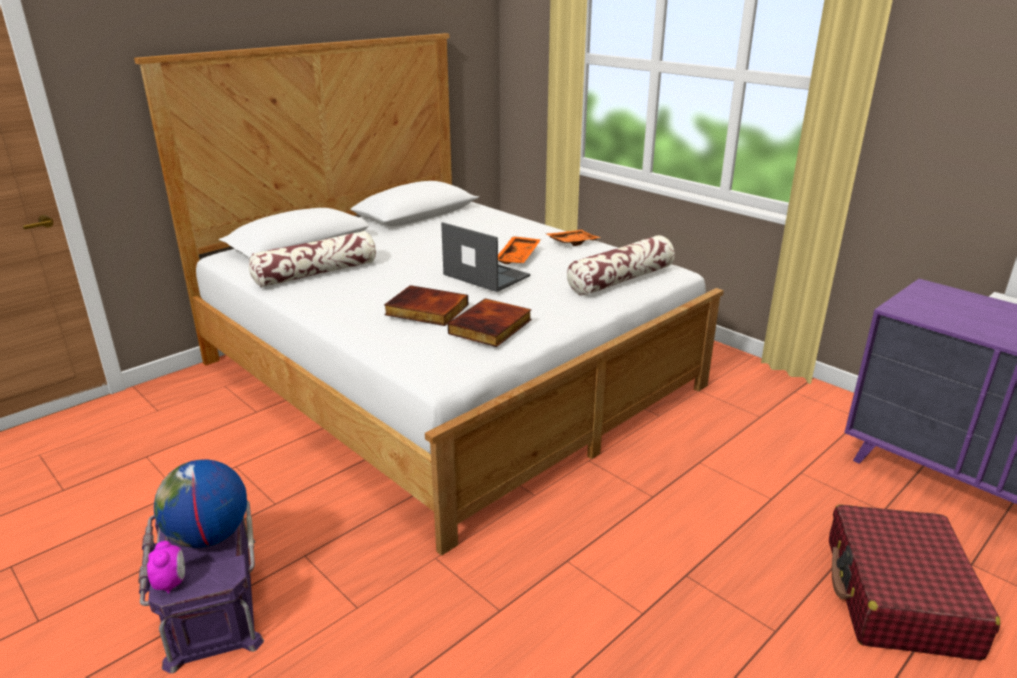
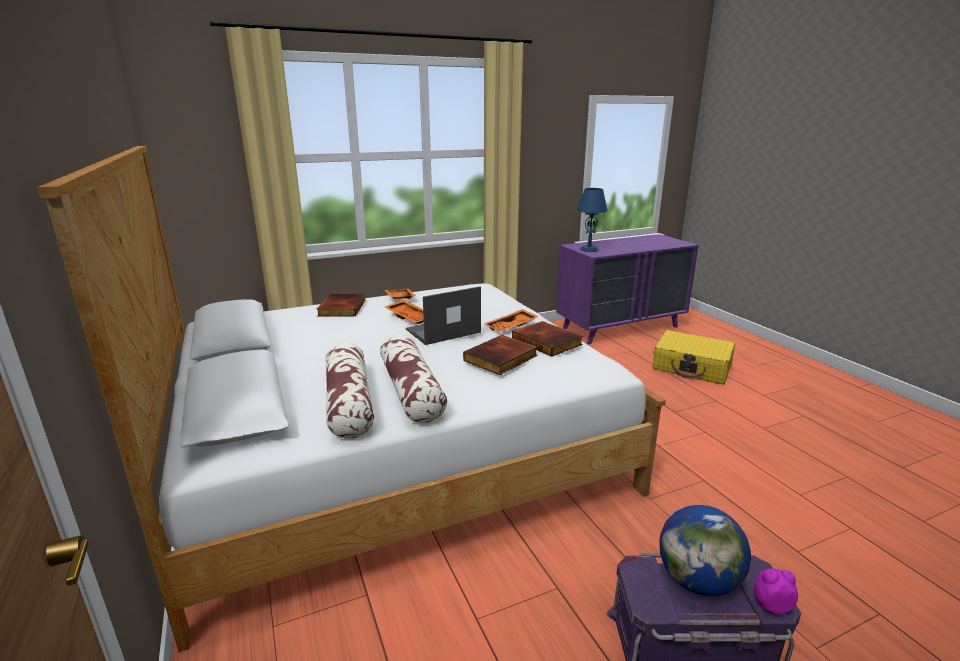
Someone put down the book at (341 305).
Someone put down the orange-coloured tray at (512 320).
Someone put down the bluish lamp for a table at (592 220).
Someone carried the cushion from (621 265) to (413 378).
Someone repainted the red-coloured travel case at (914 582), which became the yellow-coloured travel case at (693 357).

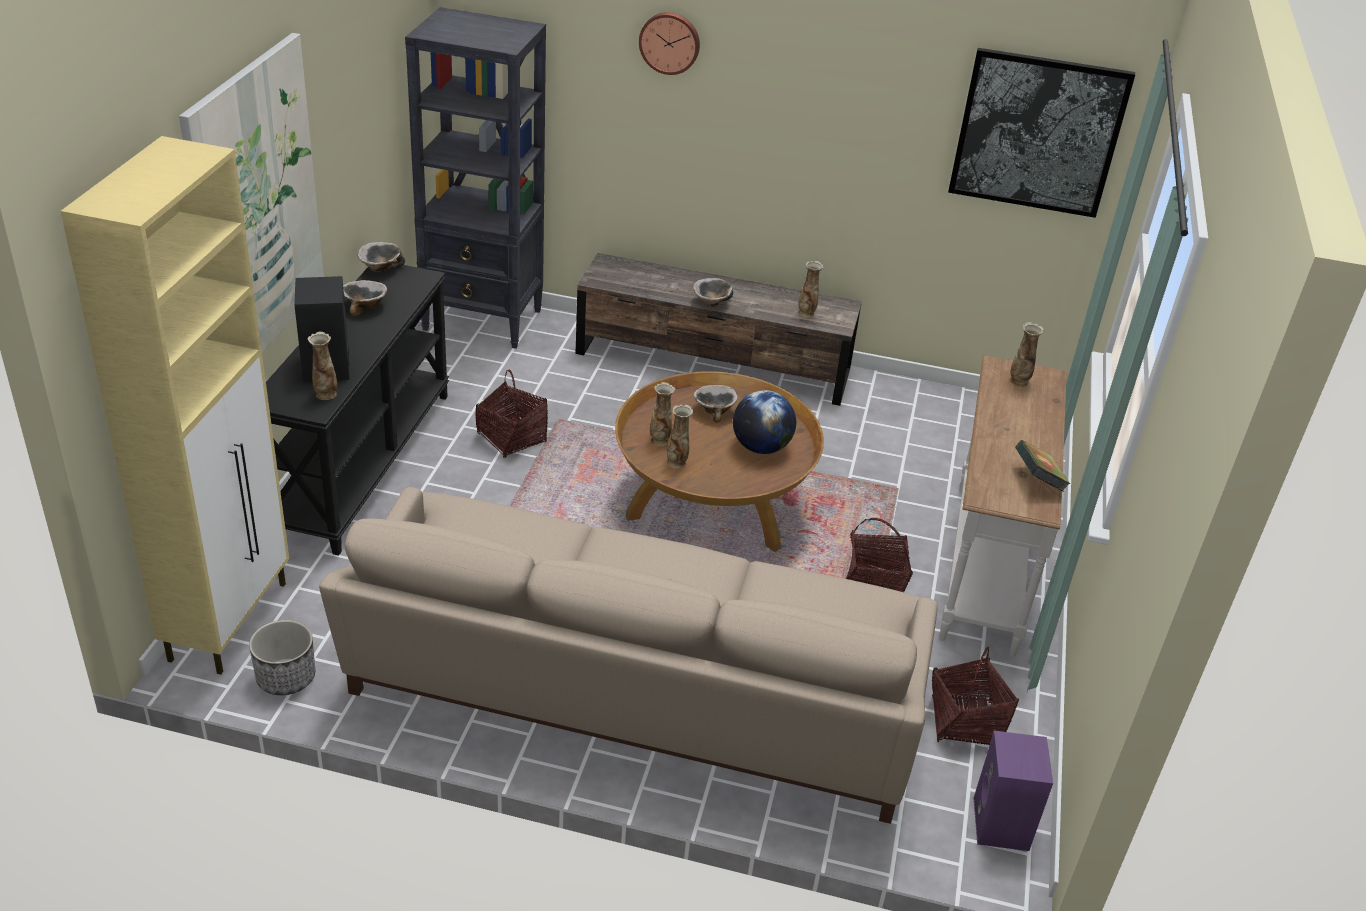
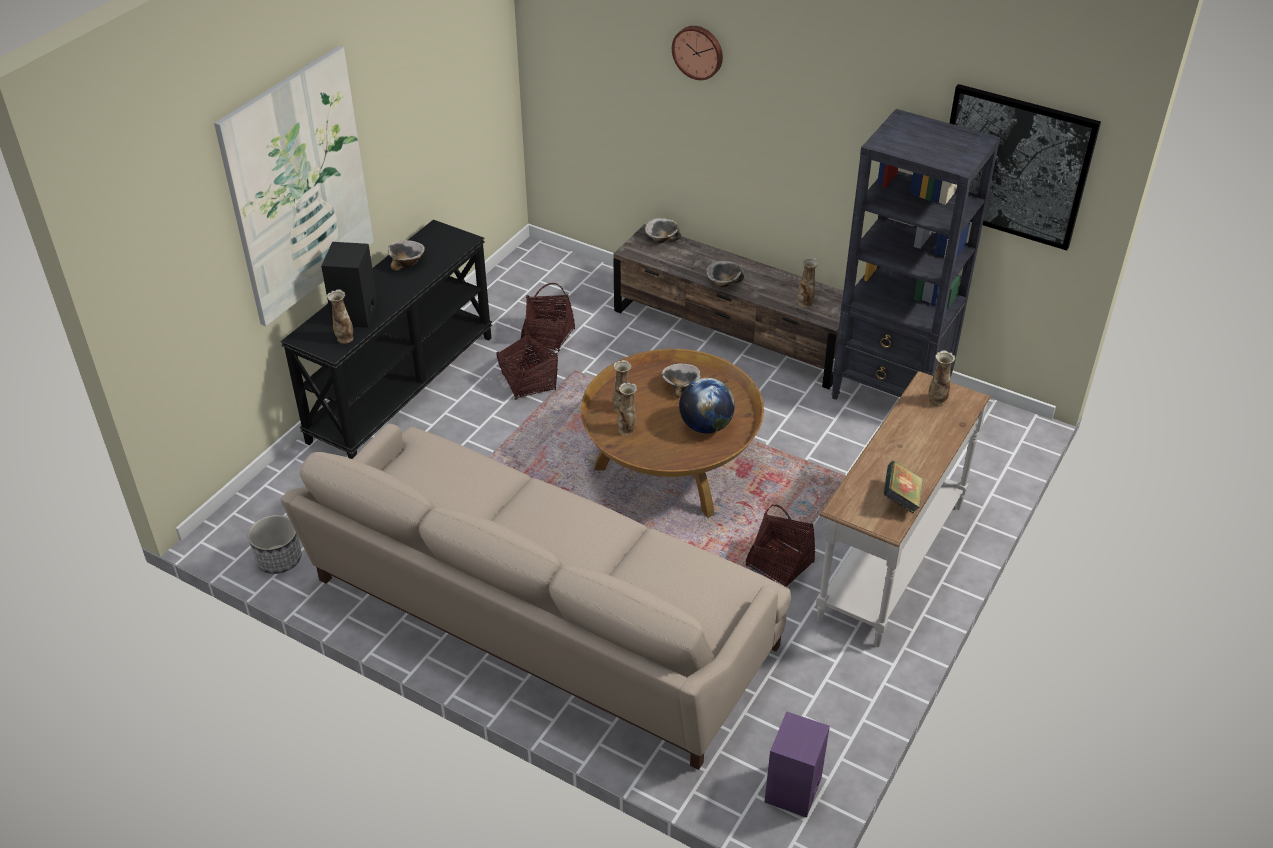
Someone took away the sand-coloured cupboard at (175 405).
Someone carried the deep dish from (381 257) to (663 230).
Someone carried the black-coloured shelving unit from (475 178) to (916 254).
Someone carried the household basket from (975 696) to (548 317).

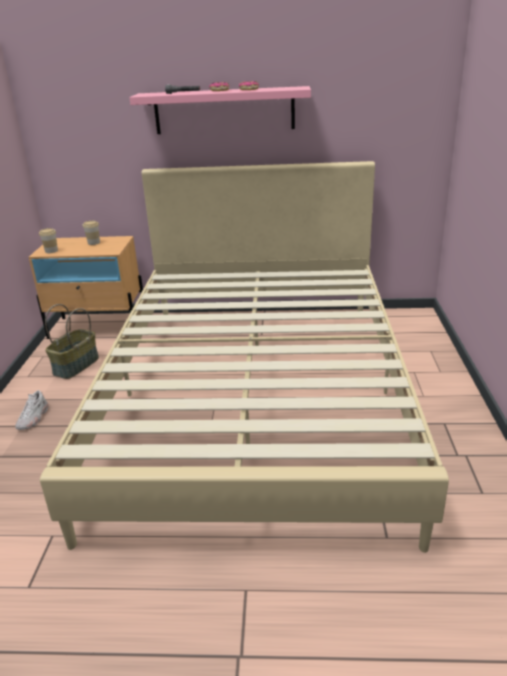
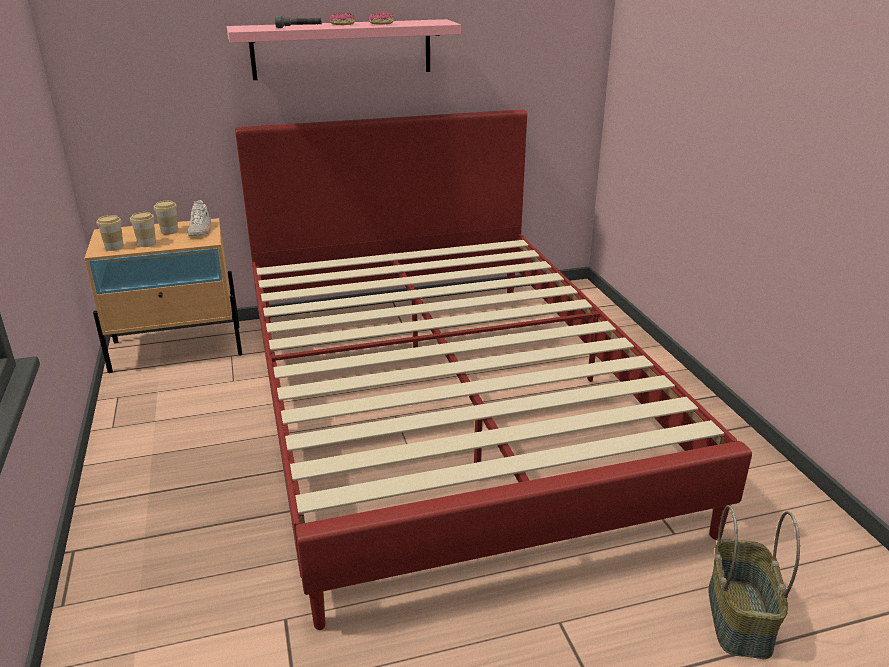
Someone put down the cup at (143 229).
Someone carried the white low shoe from (32 410) to (199 218).
Someone carried the household basket from (72 341) to (754 582).
Someone repainted the sand-coloured sleeping bed at (244 357), which became the red-coloured sleeping bed at (493 369).

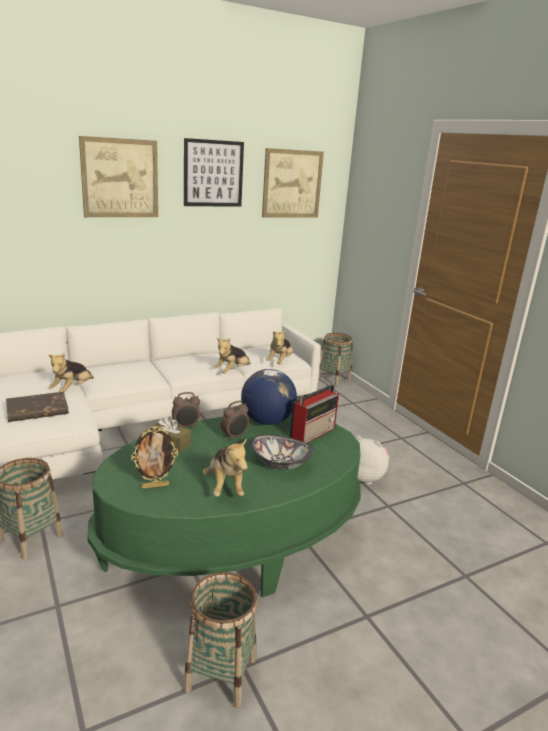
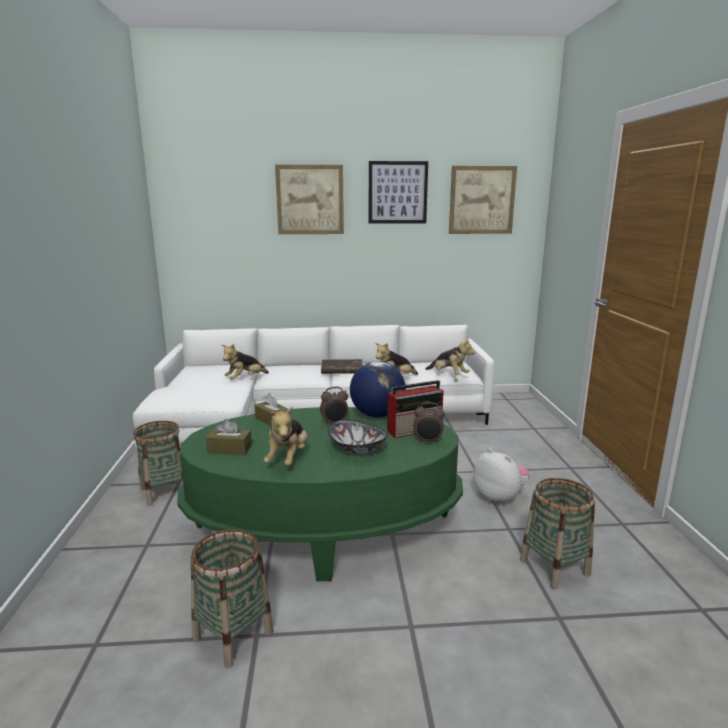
Someone carried the brownish book from (37 407) to (342 366).
Someone carried the bedside clock from (186 410) to (429 422).
Someone carried the household basket from (335 359) to (557 533).
Someone swapped the photo frame at (154 457) for the brownish tissue holder at (229 437).
Someone rotated the cuddly toy at (279 347) by 90 degrees counterclockwise.

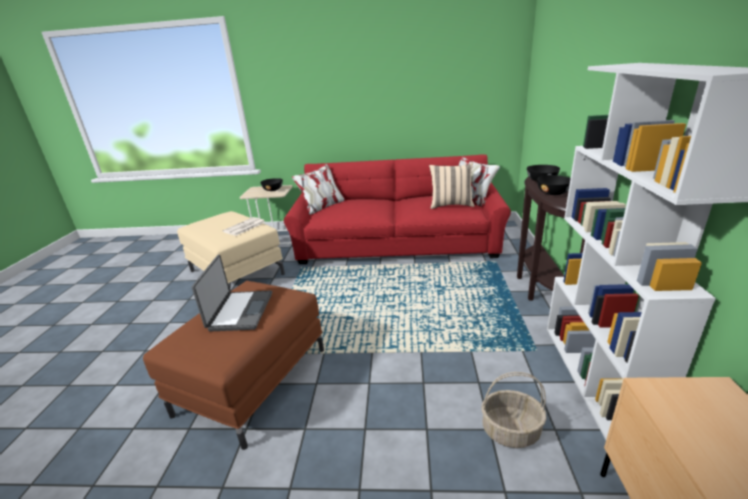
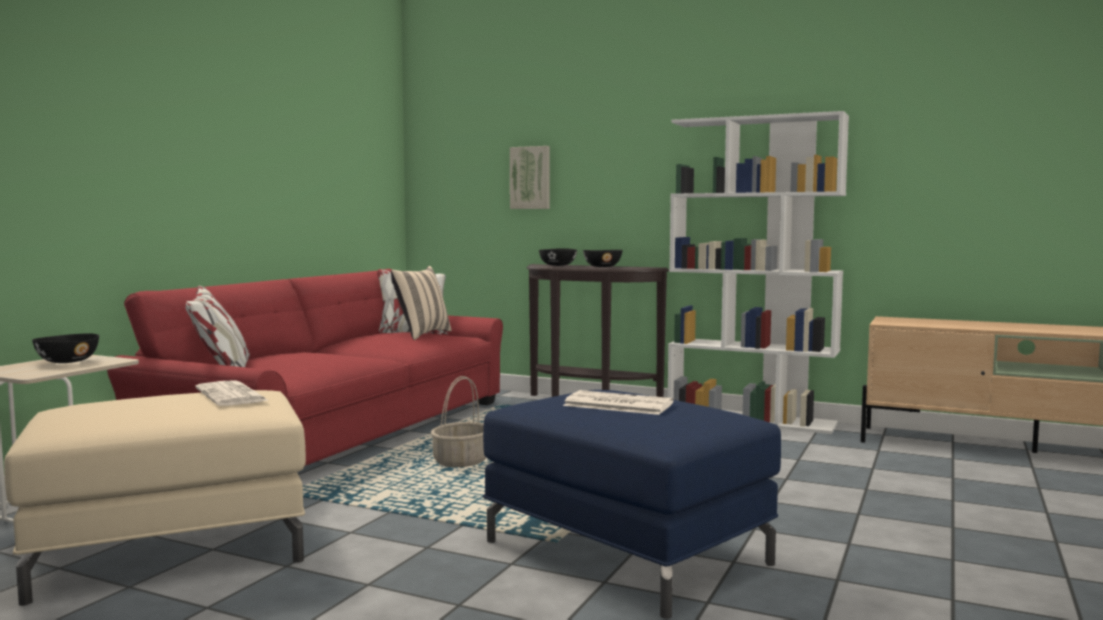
Someone put up the wall art at (530 177).
Someone carried the household basket from (514 410) to (458 421).
Someone swapped the notebook computer at (232 293) for the daily paper at (618 402).
Someone repainted the brownish ottoman at (233 365), which became the bluish ottoman at (632 504).

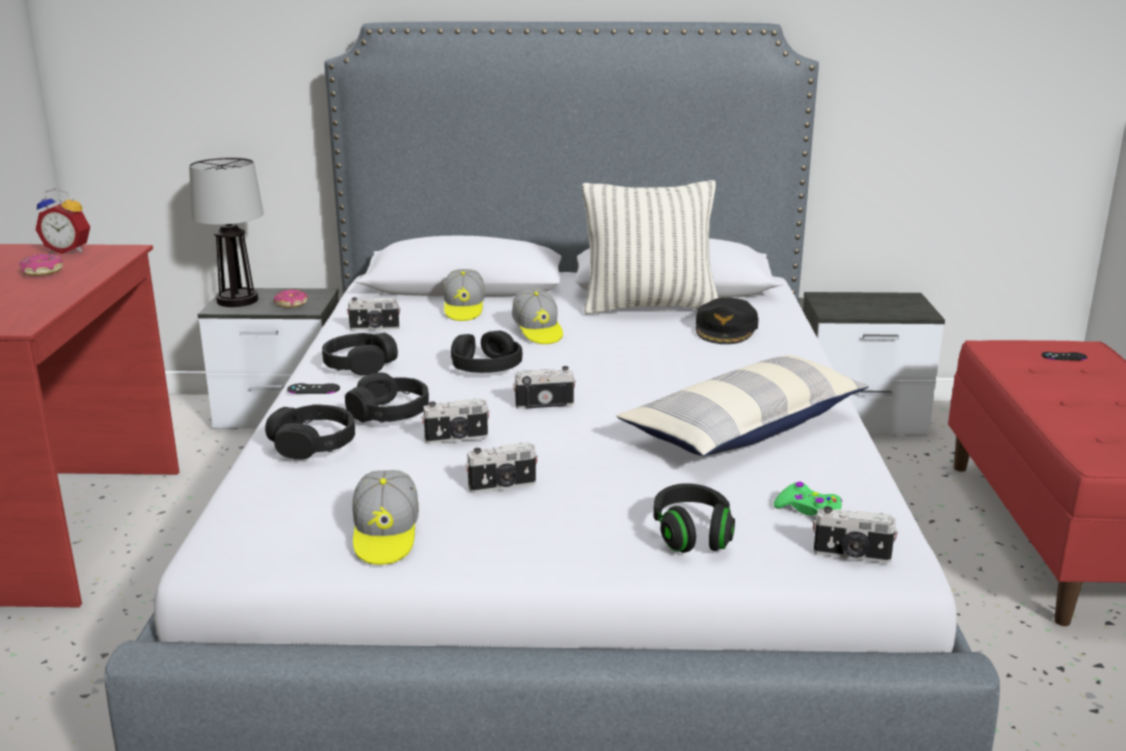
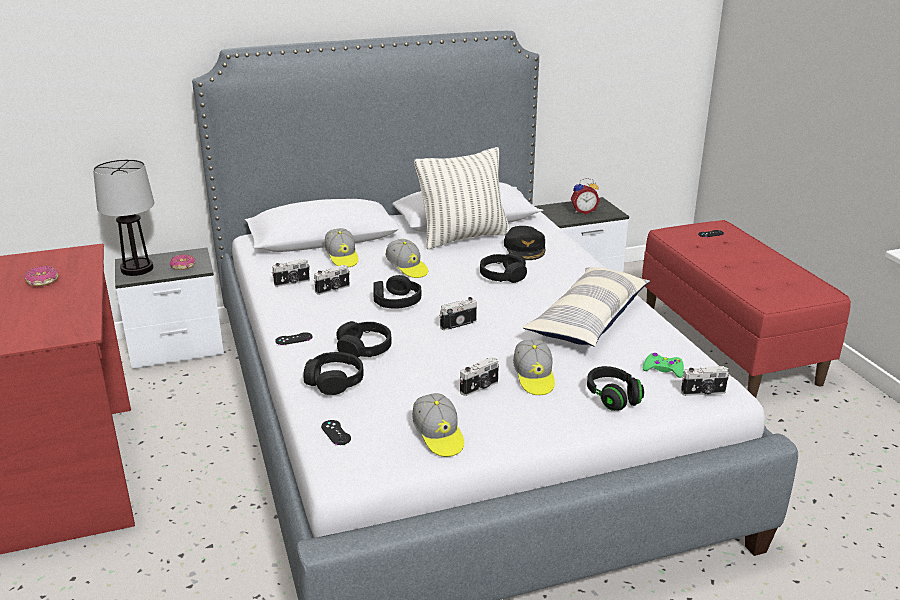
Someone put down the black-coloured joypad at (336 432).
Someone put down the cap at (534 367).
Someone carried the bedside clock from (62 221) to (585 196).
Someone carried the black-coloured headphones from (360 354) to (503 268).
Someone carried the still camera from (455 421) to (332 280).

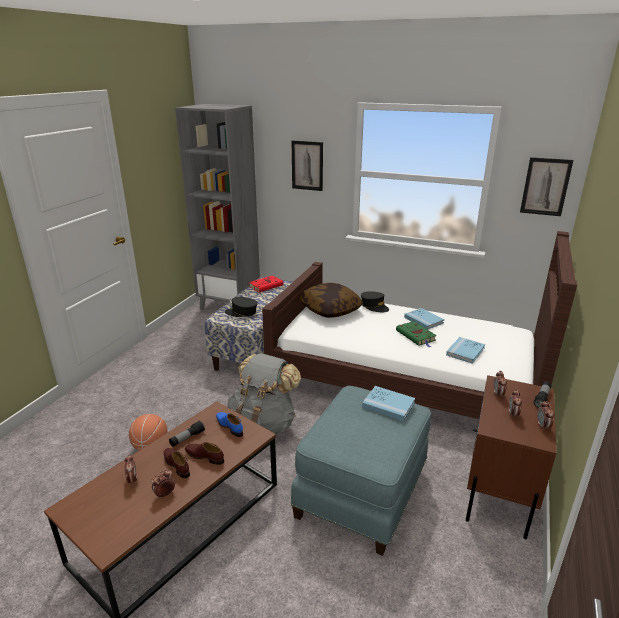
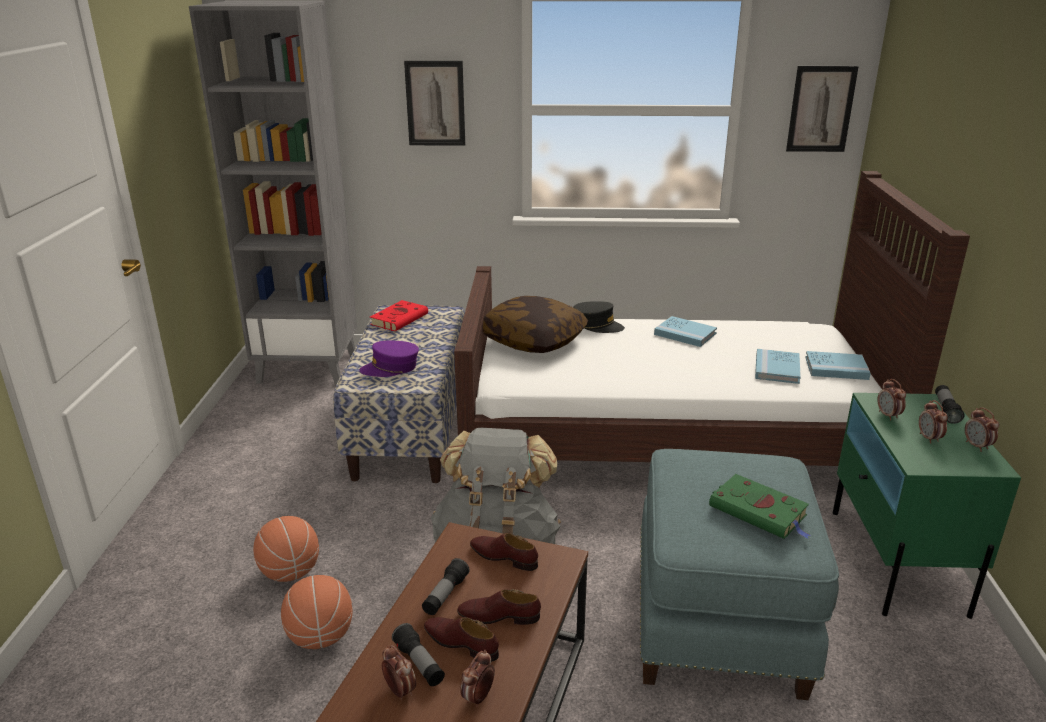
Someone put down the ball for basketball at (286 549).
Someone put down the hand torch at (418 654).
Someone carried the bluish book from (388 403) to (838 365).
Someone carried the green-coloured book from (416 334) to (760 506).
Someone repainted the bluish low shoe at (229 424), which became the brownish low shoe at (504 552).
Someone repainted the black-coloured cap at (241 307), which became the purple cap at (389 359).
Someone repainted the brownish bedside table at (511 457), which became the green-coloured bedside table at (927 506).

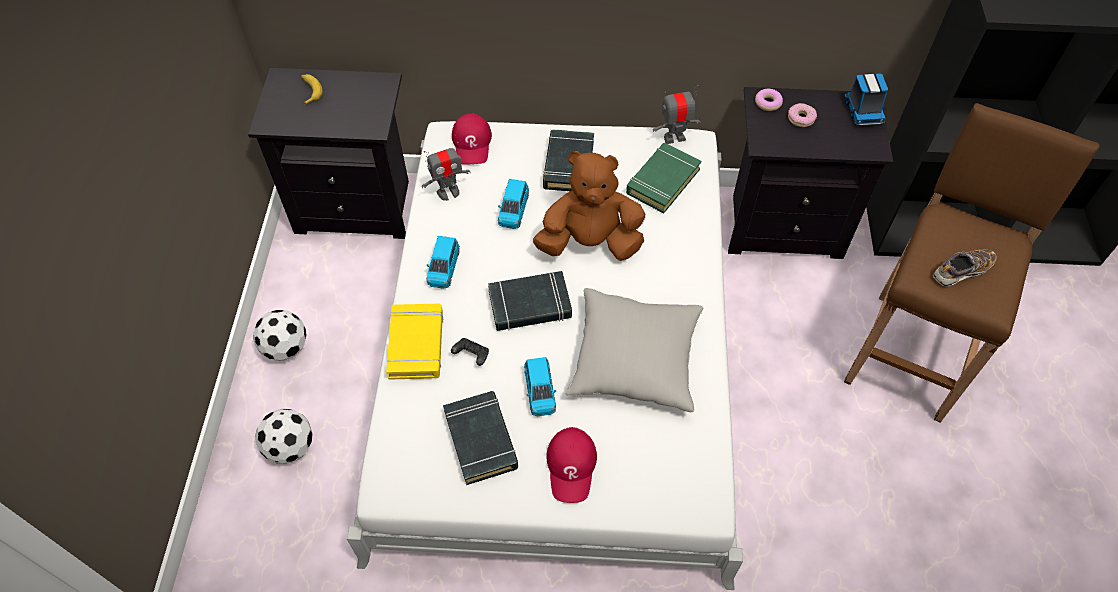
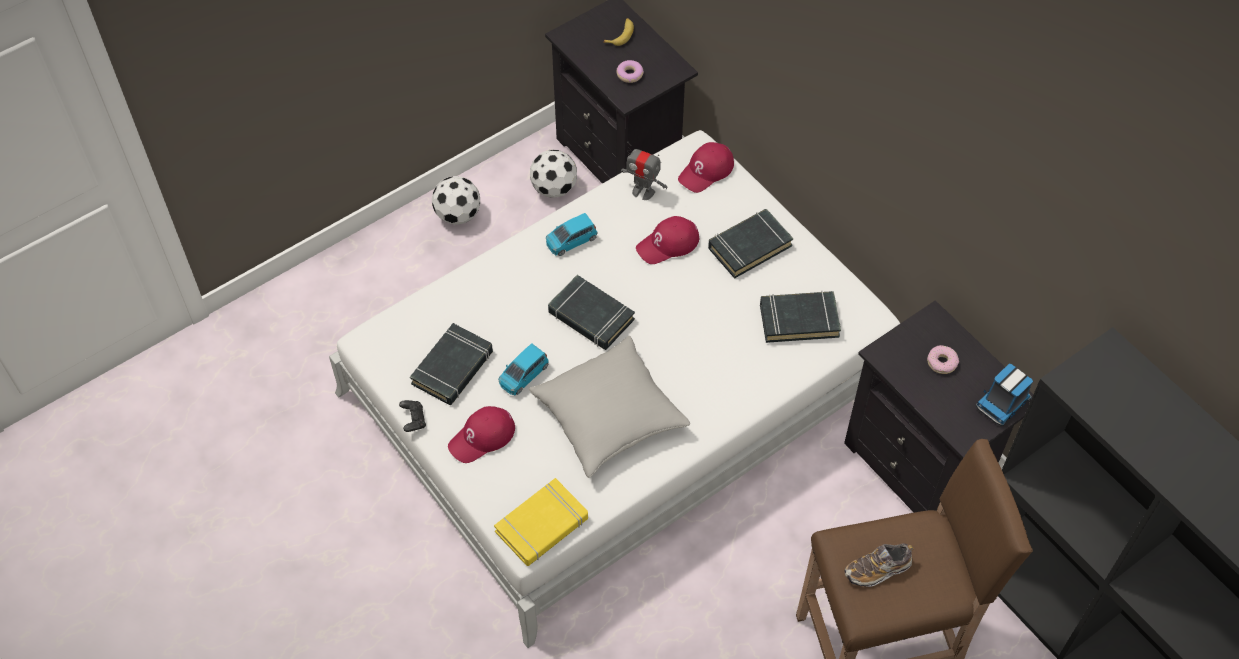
Someone took away the brownish cuddly toy at (589 206).
Someone took away the model robot at (677 114).
Someone carried the football ball from (284 436) to (553 174).
Someone carried the yellow-coloured book from (414 342) to (541 522).
Someone carried the black-coloured joypad from (470 352) to (412 416).
Someone carried the donut from (769 100) to (630 71).
Someone swapped the bluish miniature car at (513 204) for the red-coloured cap at (667 240).
Someone repainted the green-coloured book at (663 178), which became the black-coloured book at (800 317).
Someone rotated the low shoe at (965 268) by 135 degrees clockwise.

